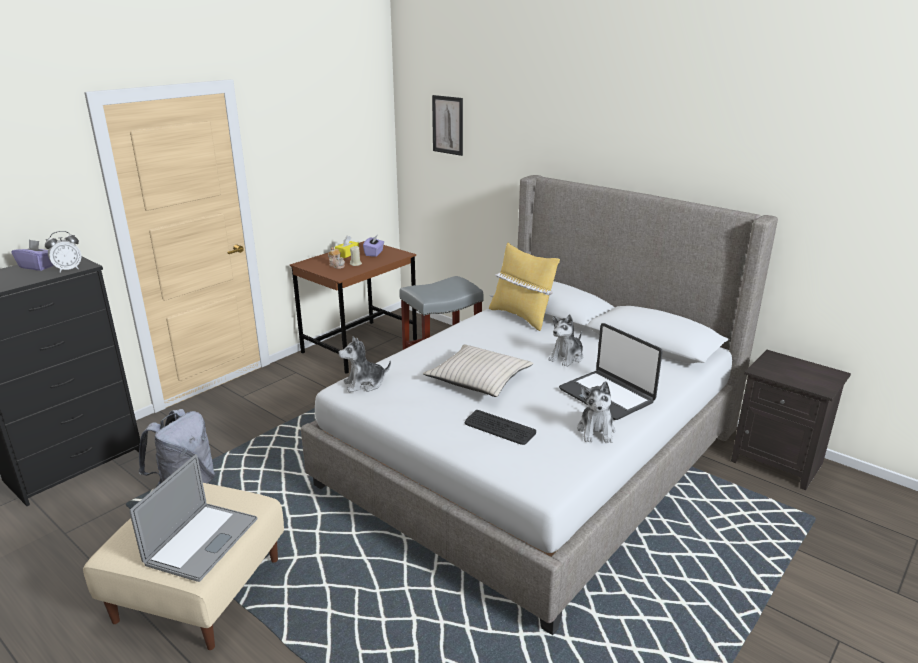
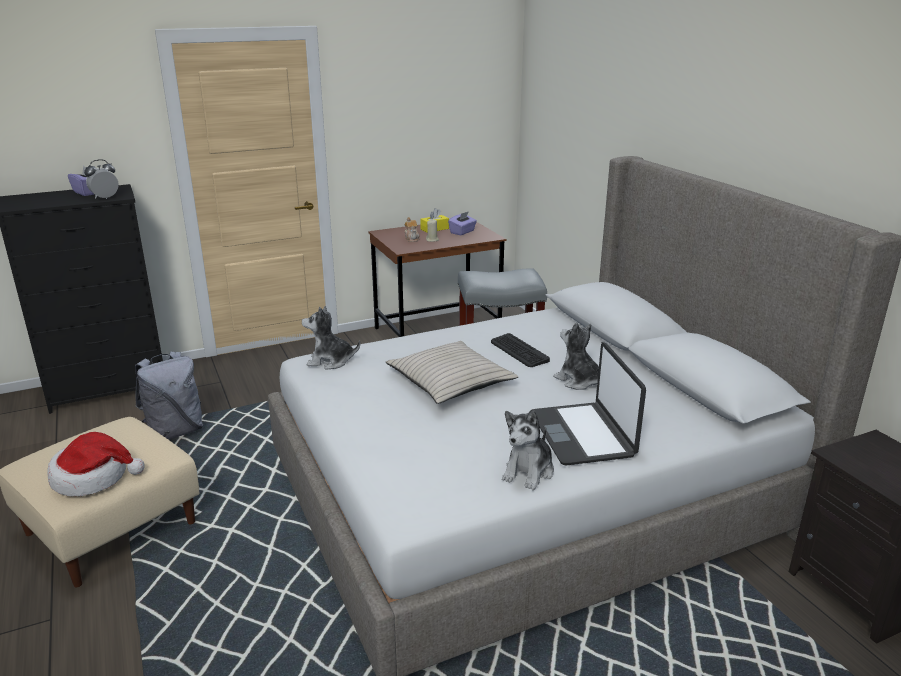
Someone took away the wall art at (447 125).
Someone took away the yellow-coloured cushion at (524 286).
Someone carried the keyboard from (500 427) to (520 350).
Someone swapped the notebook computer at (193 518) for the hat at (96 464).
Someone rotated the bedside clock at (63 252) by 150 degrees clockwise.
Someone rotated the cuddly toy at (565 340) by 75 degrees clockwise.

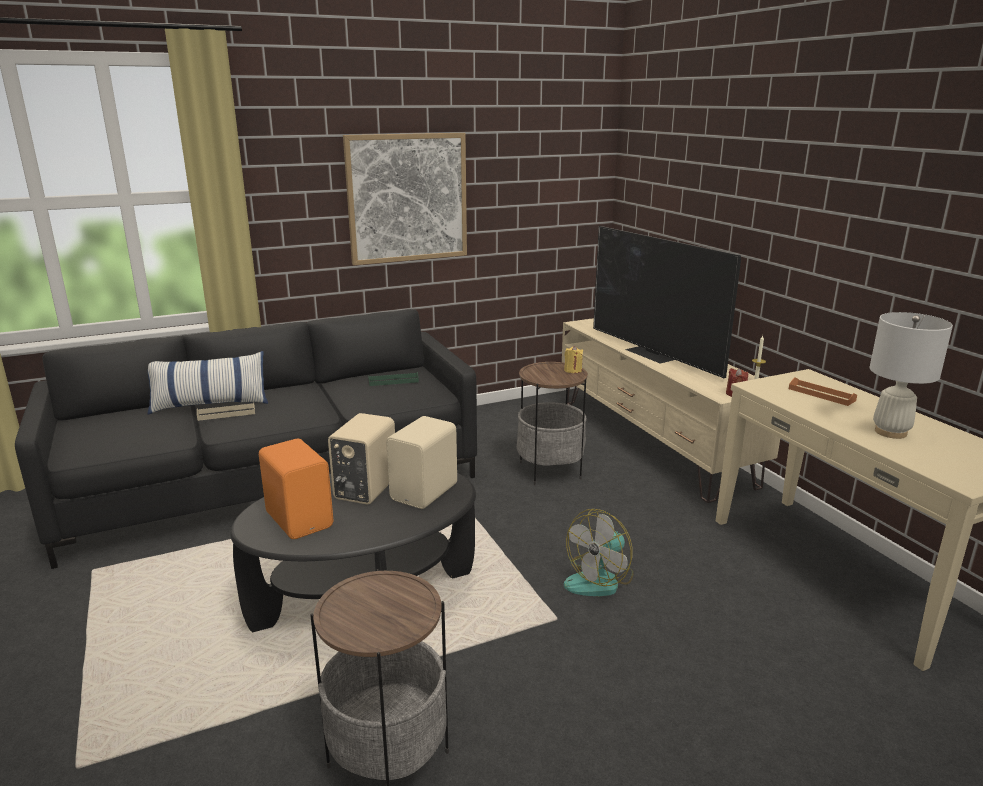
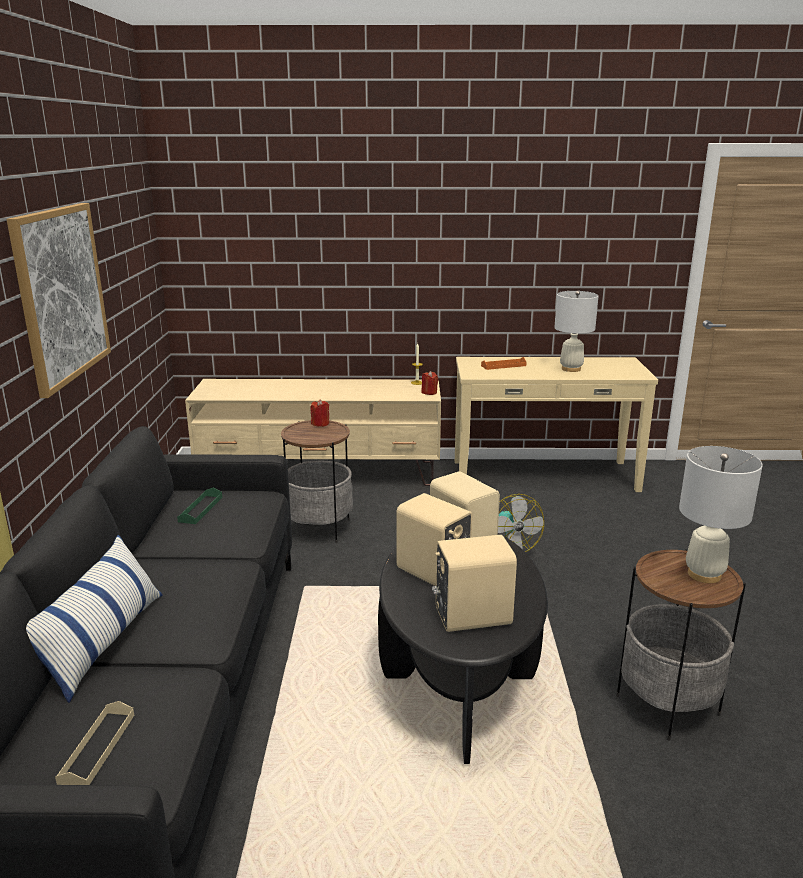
Someone took away the television at (667 302).
Someone put down the white lamp for a table at (721 514).
Someone carried the sand-coloured tray from (226 411) to (94 743).
Someone repainted the orange-coloured loudspeaker at (296 488), which became the sand-coloured loudspeaker at (474 583).
Someone repainted the yellow-coloured candle at (573 359), which became the red-coloured candle at (320 413).

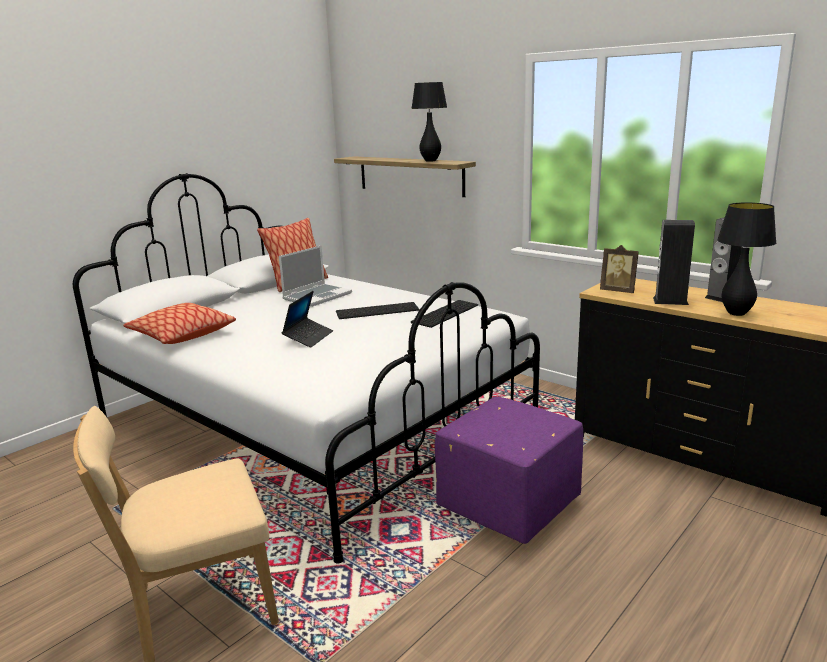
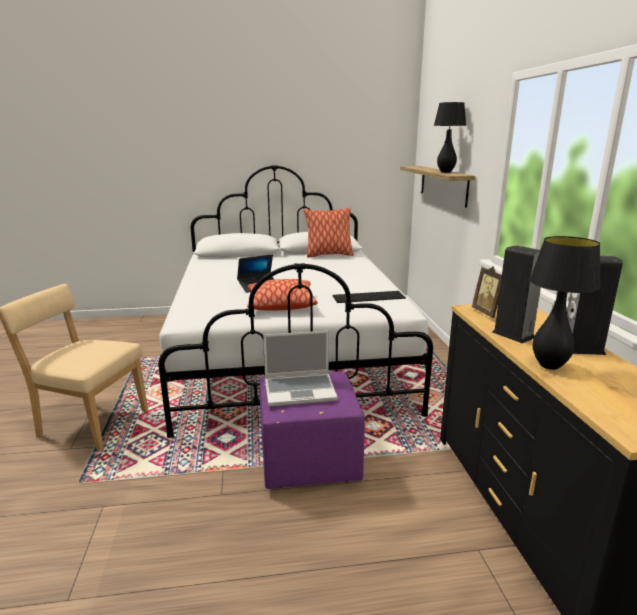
Someone took away the keyboard at (377 310).
Someone carried the cushion from (179 323) to (282 295).
Someone carried the notebook computer from (315 276) to (300 368).

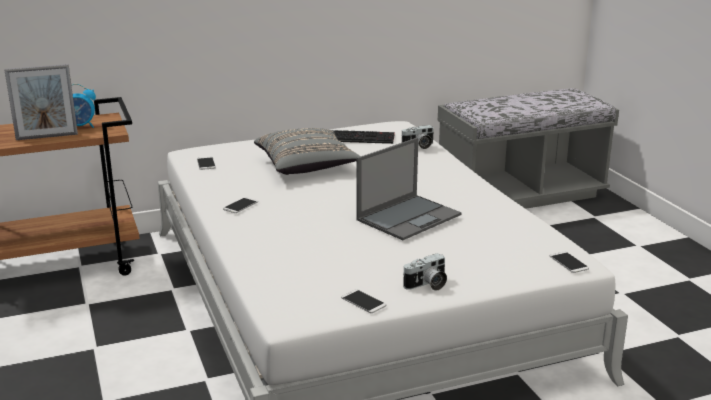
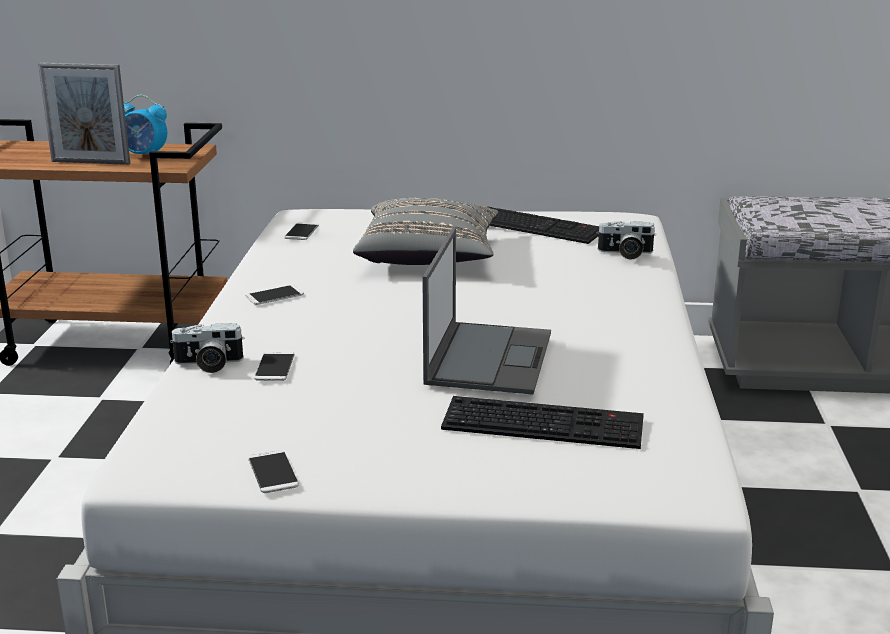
Someone put down the keyboard at (542 422).
Someone carried the still camera from (425 272) to (207 348).
Someone carried the telephone from (569 262) to (274 366).
Someone rotated the notebook computer at (408 189) by 60 degrees counterclockwise.

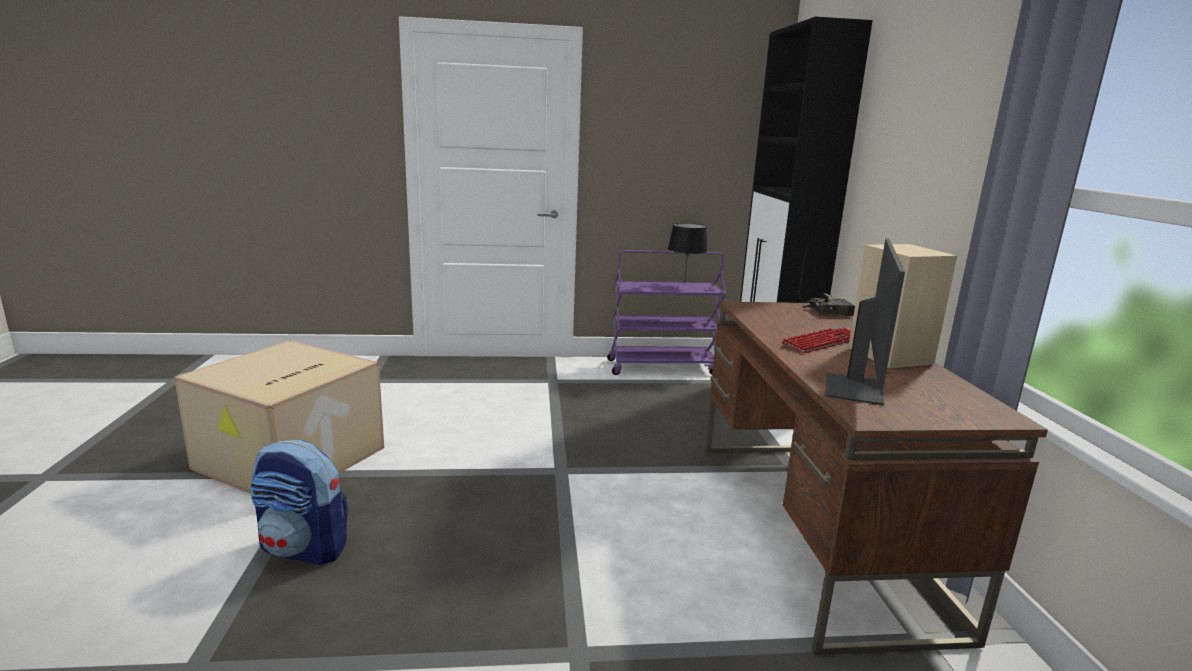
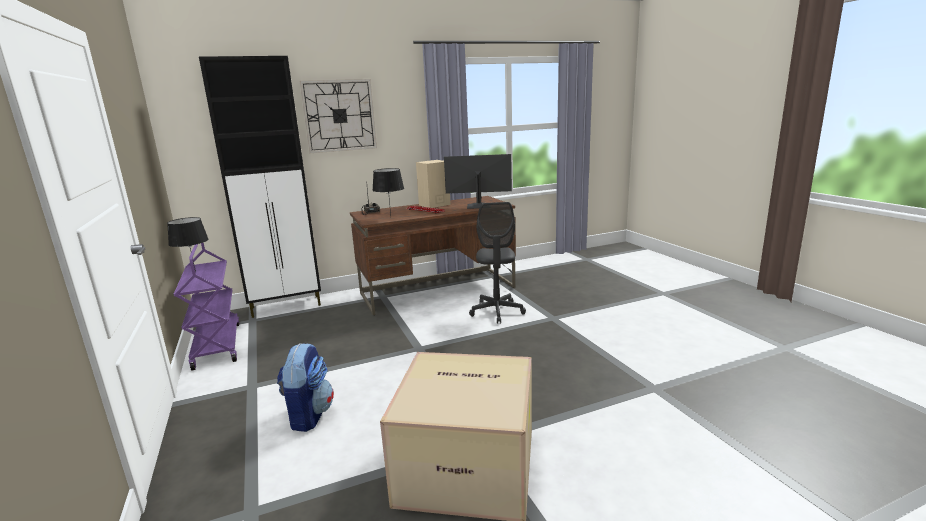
Someone put up the wall clock at (338 116).
Someone put down the black-coloured lamp for a table at (388 191).
Someone put down the gray computer chair at (497 263).
Someone carried the rucksack from (299 503) to (305 387).

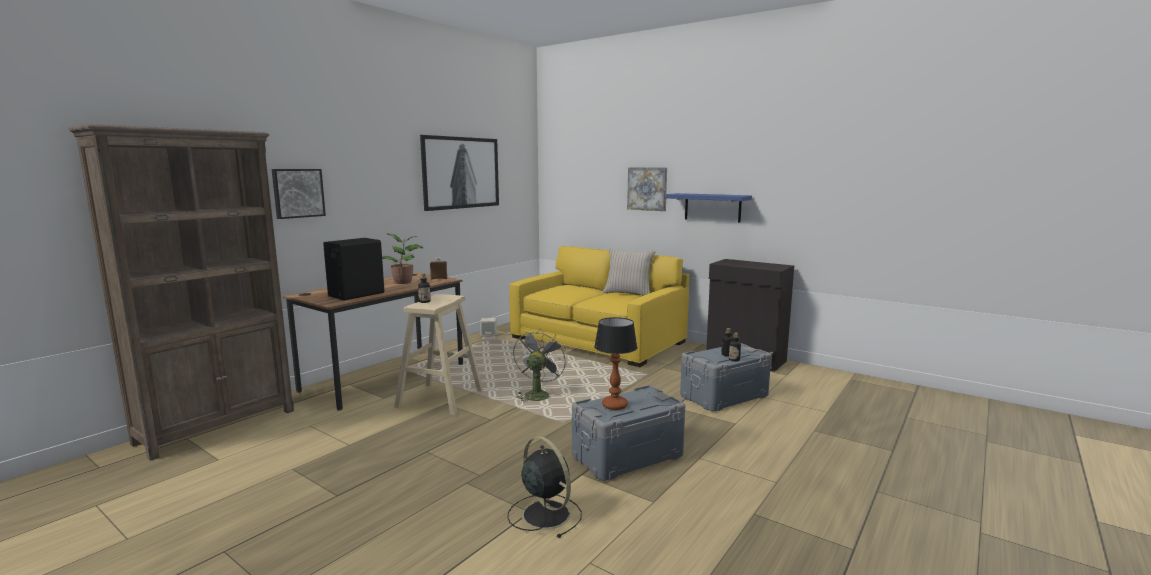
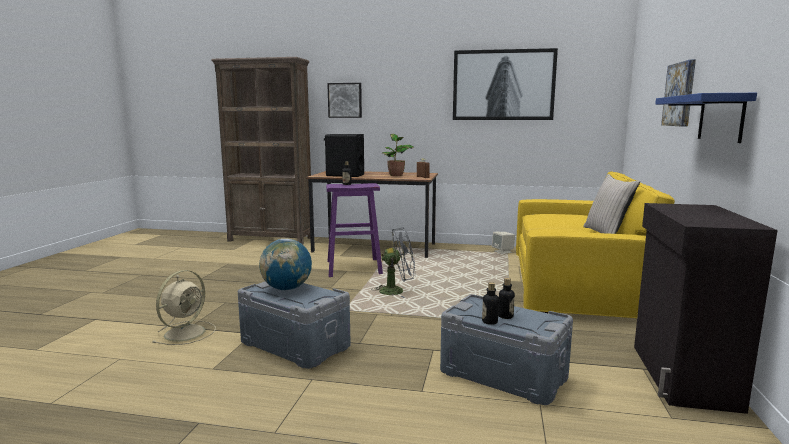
Someone swapped the lamp for a table at (615 363) for the desk globe at (285 265).
Someone repainted the sand-coloured stool seat at (438 354), which became the purple stool seat at (354 230).
Someone repainted the black-coloured cooling fan at (544 487), which became the sand-coloured cooling fan at (184 307).

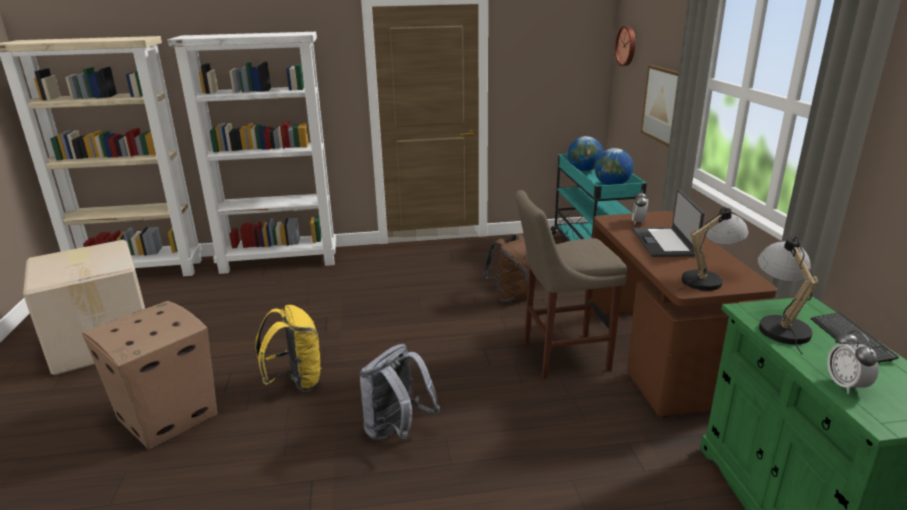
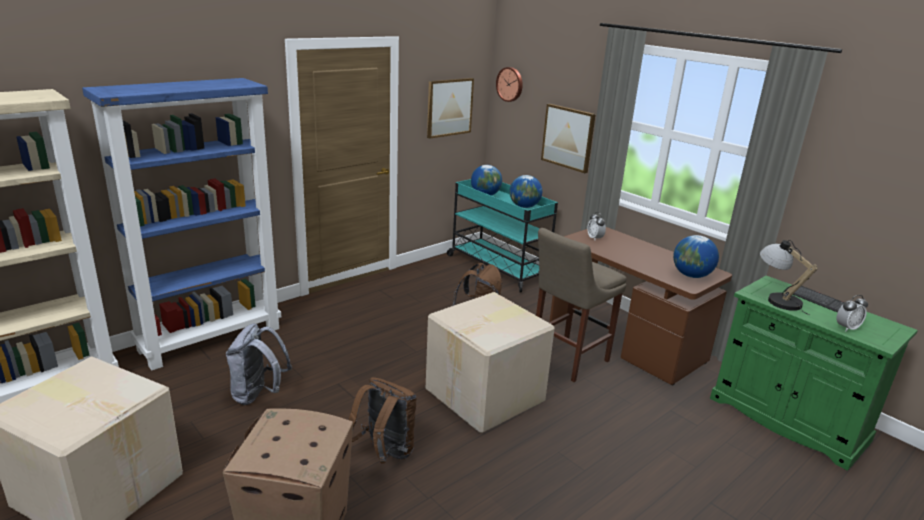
Someone took away the notebook computer at (668 223).
Someone put down the cardboard box at (490 362).
Someone put up the wall art at (450 108).
Someone carried the gray rucksack from (400 392) to (259 364).
Someone swapped the lamp for a table at (714 249) for the desk globe at (696 256).
Someone repainted the white shelving unit at (252 153), which became the bluish shelving unit at (181 224).
Someone repainted the yellow-coloured rucksack at (288 348), which became the brownish rucksack at (383 420).
Someone rotated the bedside clock at (853 362) by 75 degrees counterclockwise.

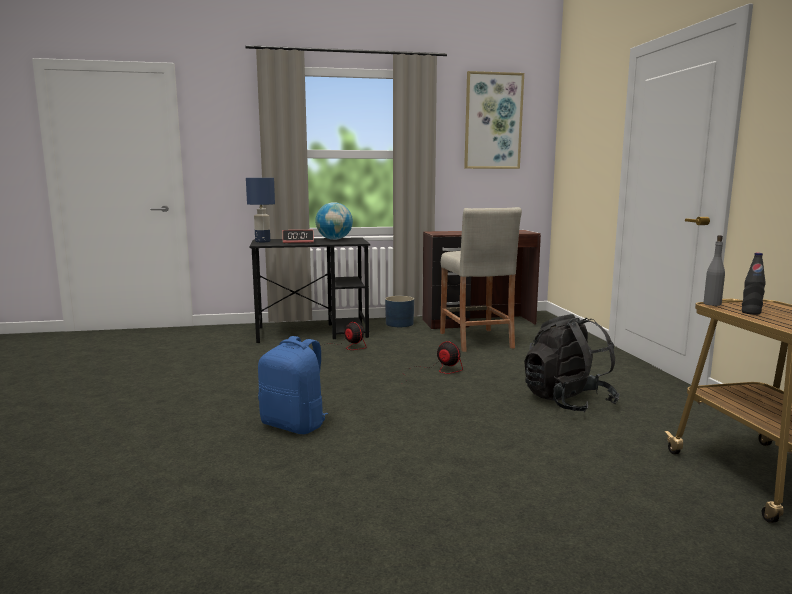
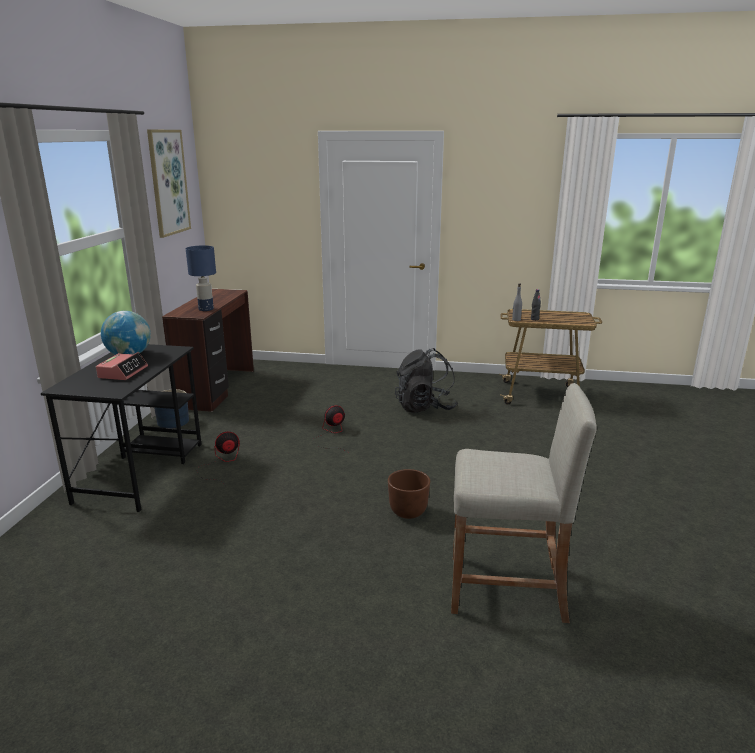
Someone carried the bluish lamp for a table from (260 210) to (201 278).
Someone carried the sand-coloured stool seat from (481 279) to (524 503).
Someone swapped the bluish rucksack at (293 385) for the brownish flower pot at (409 494).

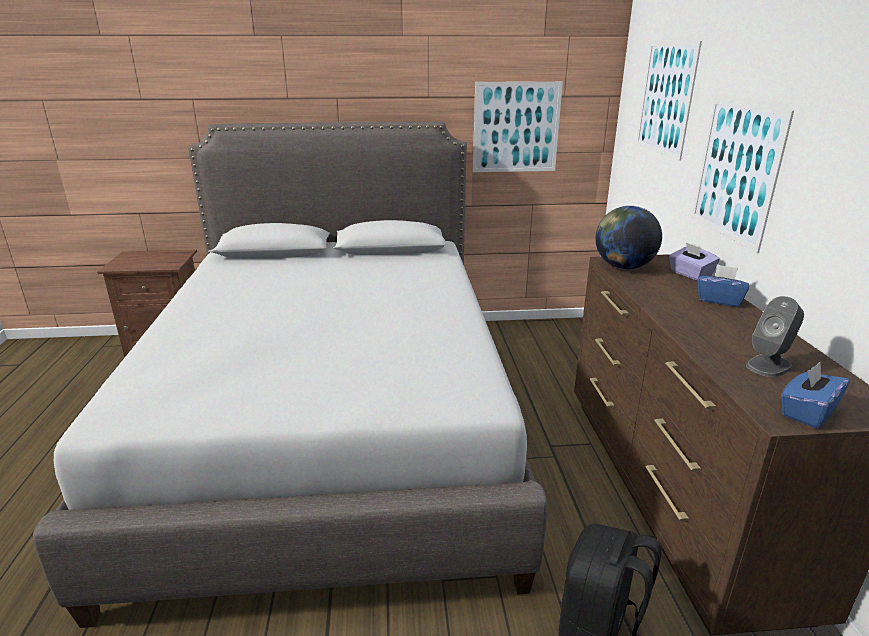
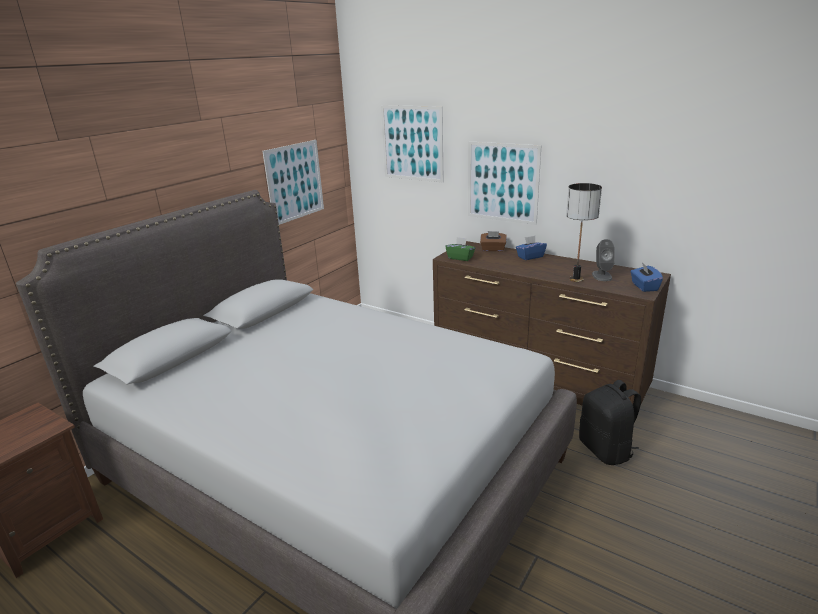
Someone put down the lamp for a table at (584 232).
Someone swapped the desk globe at (628 237) for the green-coloured tissue holder at (460 249).
Someone repainted the purple tissue holder at (694 261), which became the brownish tissue holder at (493 241).

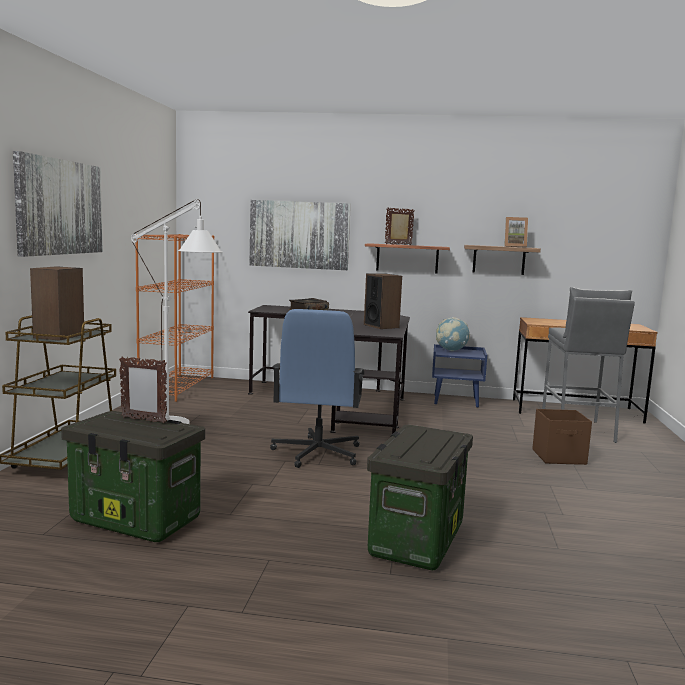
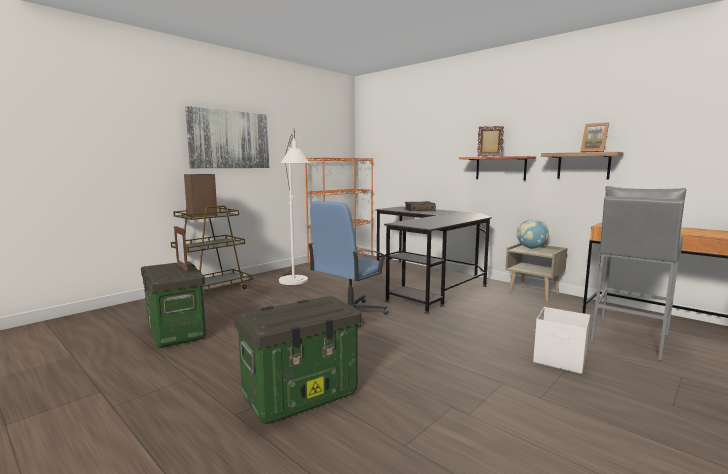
Someone took away the wall art at (300 235).
Someone took away the loudspeaker at (383 301).
Someone repainted the bluish bedside table at (459 375), which became the sand-coloured bedside table at (536 272).
Someone repainted the brownish storage bin at (562 437), which became the white storage bin at (561 340).

